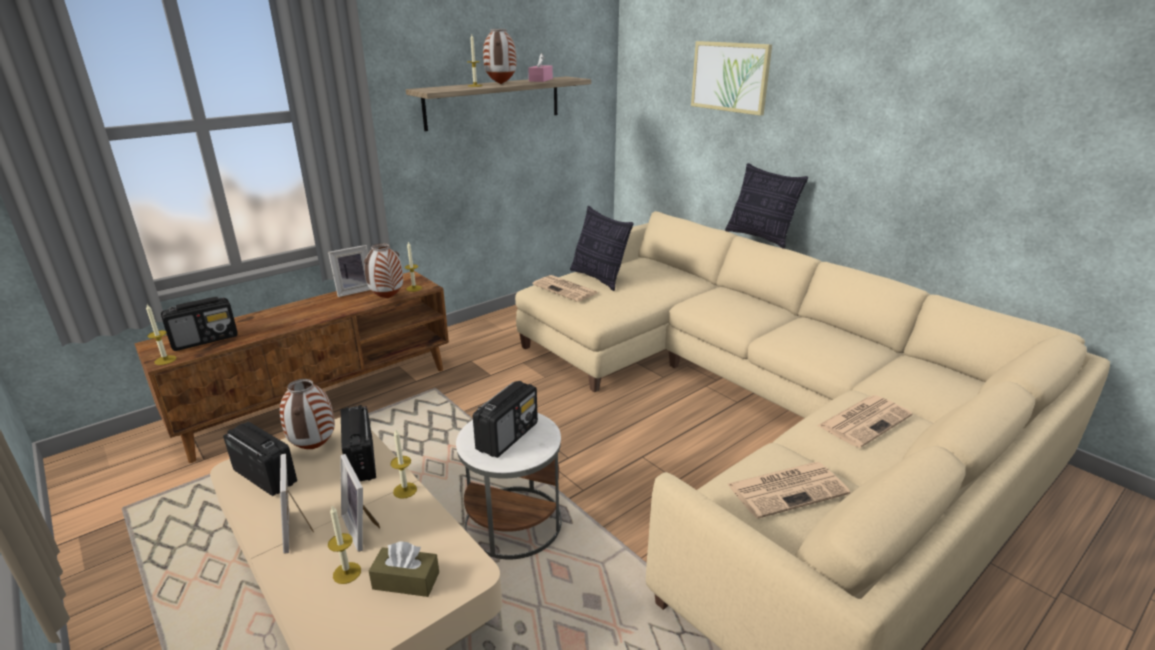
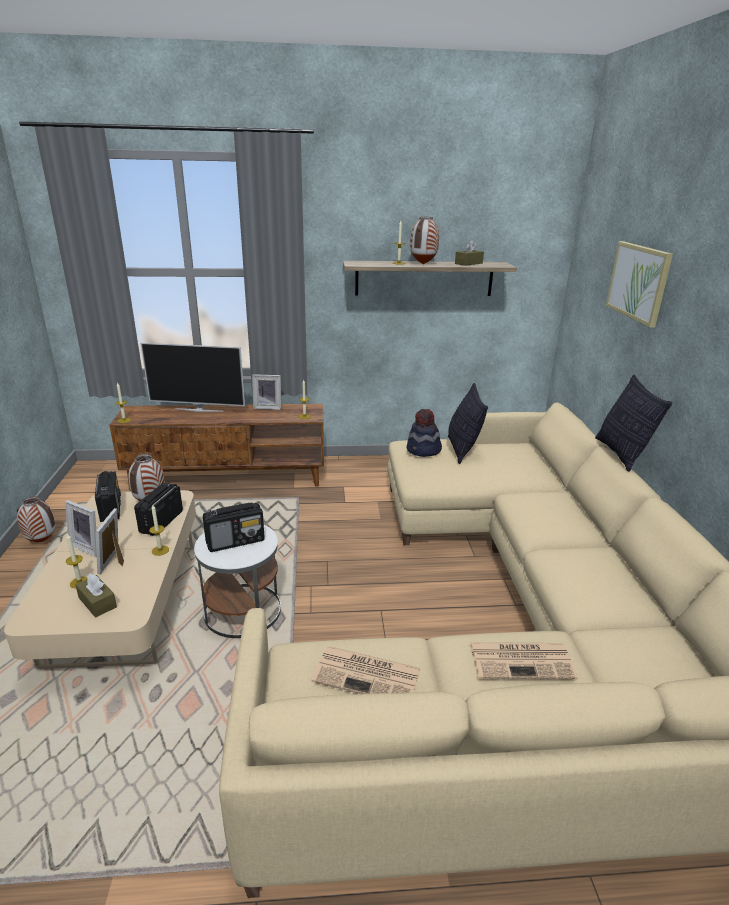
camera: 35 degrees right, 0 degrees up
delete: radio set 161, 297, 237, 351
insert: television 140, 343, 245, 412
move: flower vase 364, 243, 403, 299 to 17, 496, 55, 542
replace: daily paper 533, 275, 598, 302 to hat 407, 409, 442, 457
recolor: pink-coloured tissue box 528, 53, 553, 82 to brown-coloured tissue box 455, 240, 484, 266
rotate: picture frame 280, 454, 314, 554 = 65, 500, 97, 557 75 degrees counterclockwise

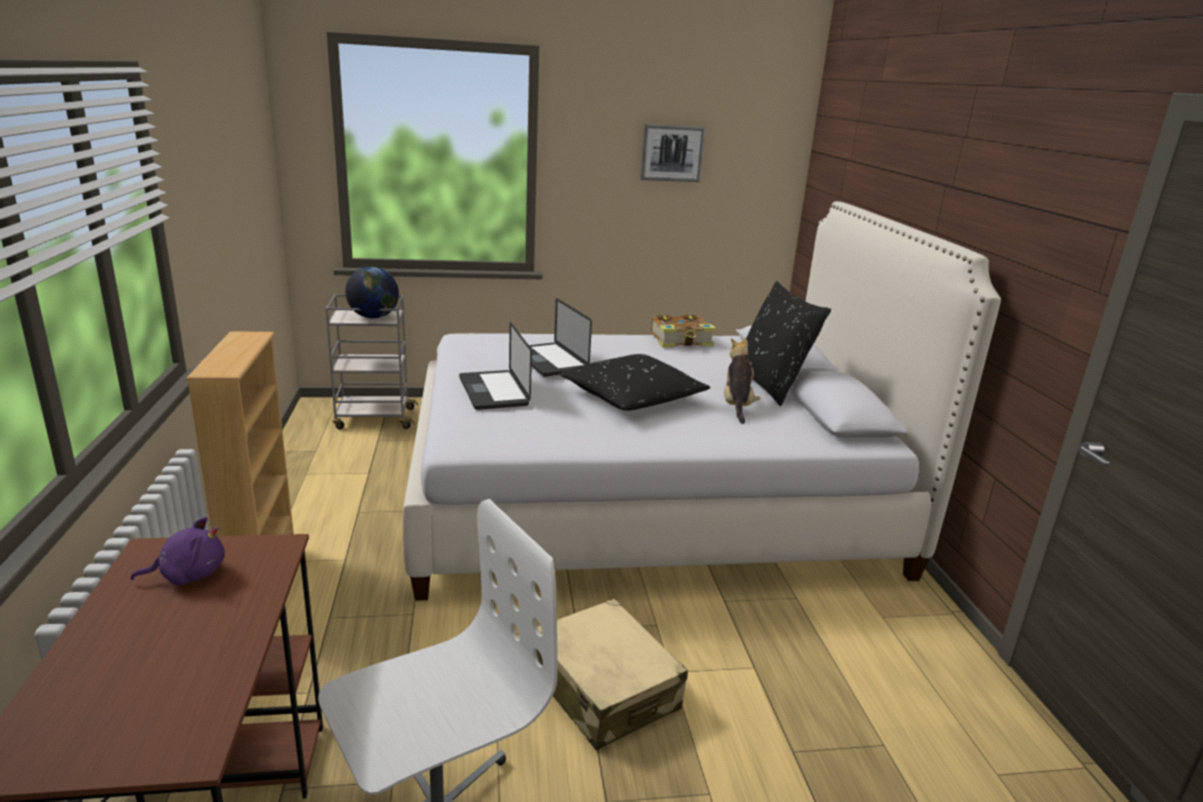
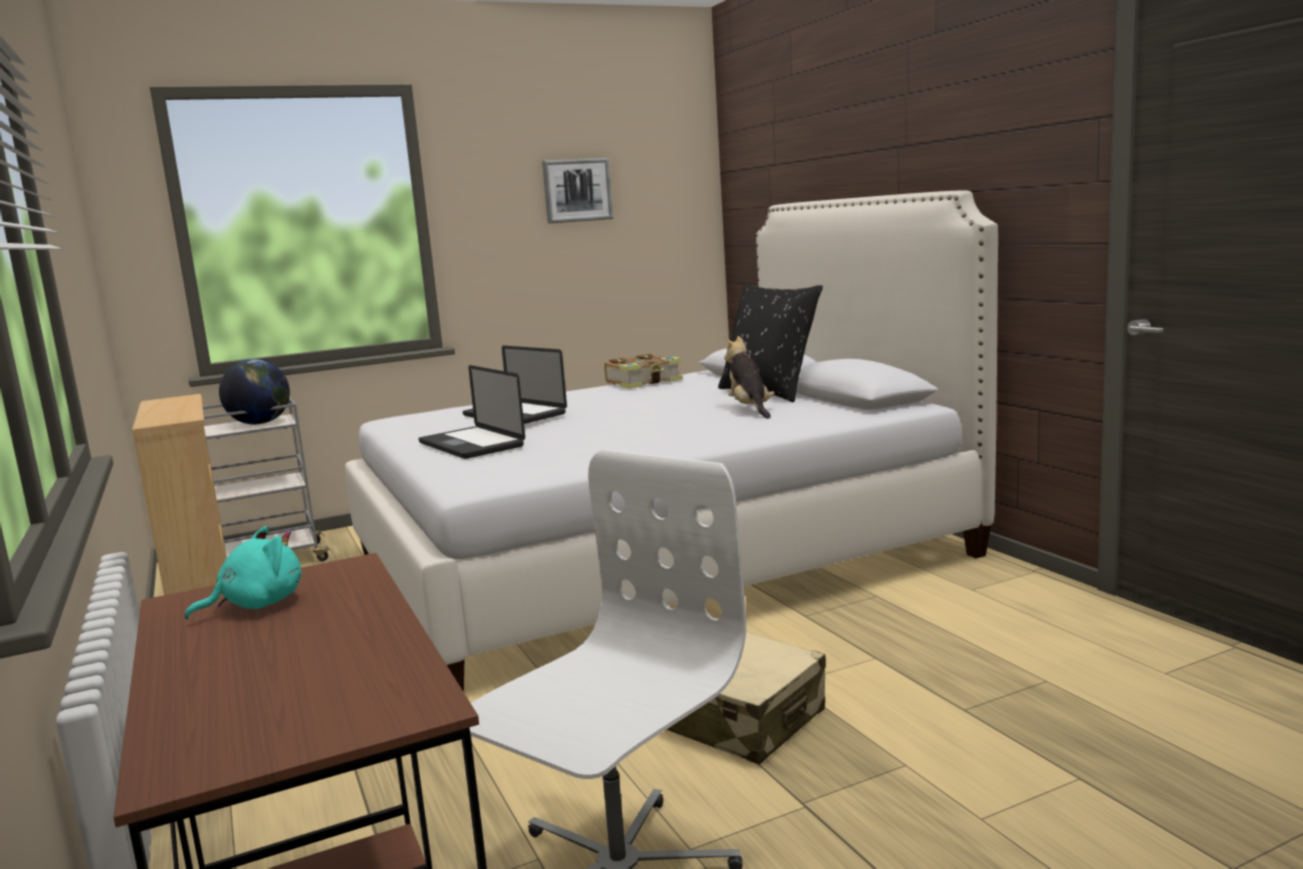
camera: 15 degrees left, 10 degrees down
delete: black cushion 559, 354, 710, 411
recolor: purple-coloured plush toy 131, 517, 225, 585 to turquoise plush toy 185, 526, 301, 619

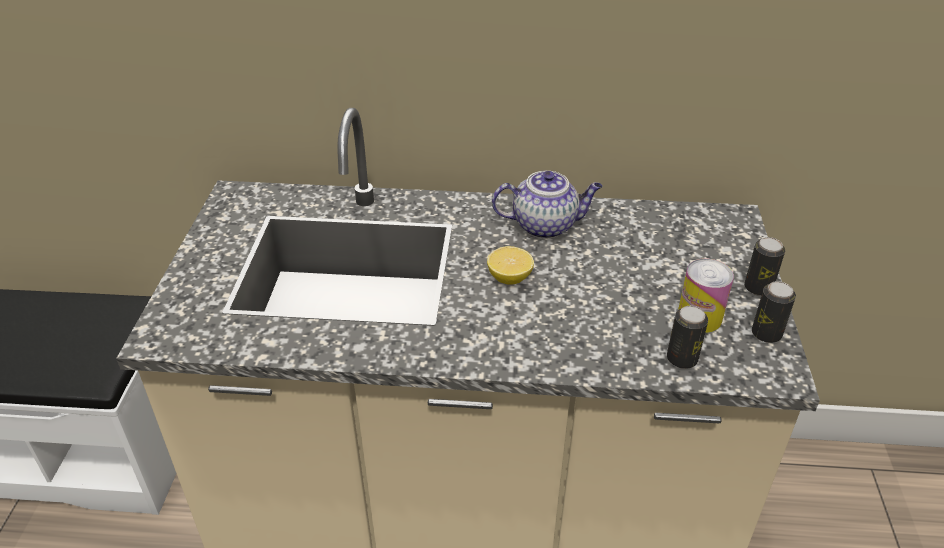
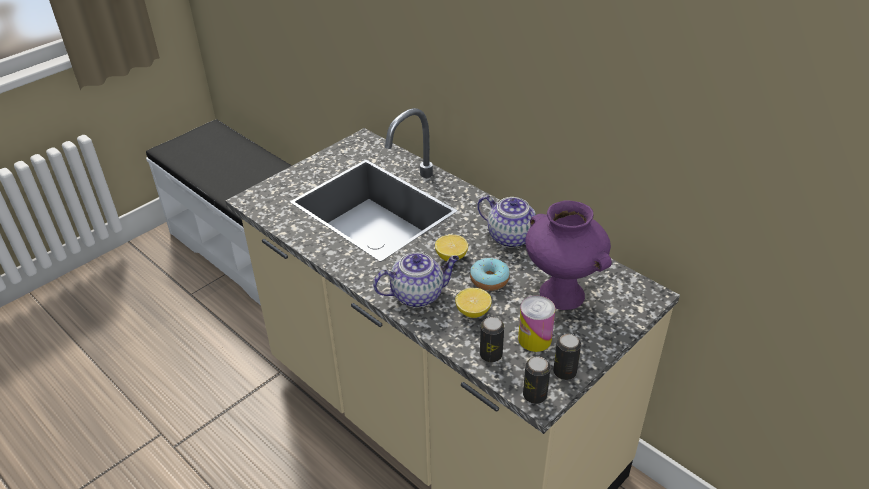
camera: 40 degrees right, 0 degrees up
insert: tea pot 373, 252, 459, 308; whole lemon 455, 288, 492, 318; doughnut 470, 258, 510, 291; purple-coloured flower vase 525, 201, 612, 310
move: metal can 744, 237, 785, 296 to 523, 356, 551, 404

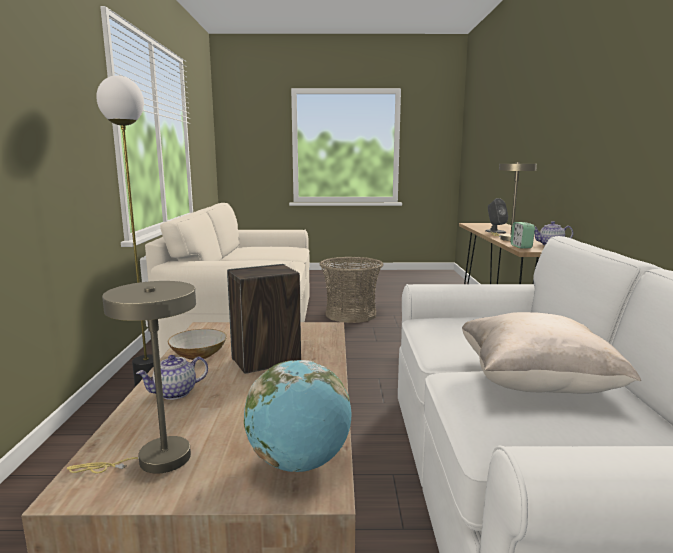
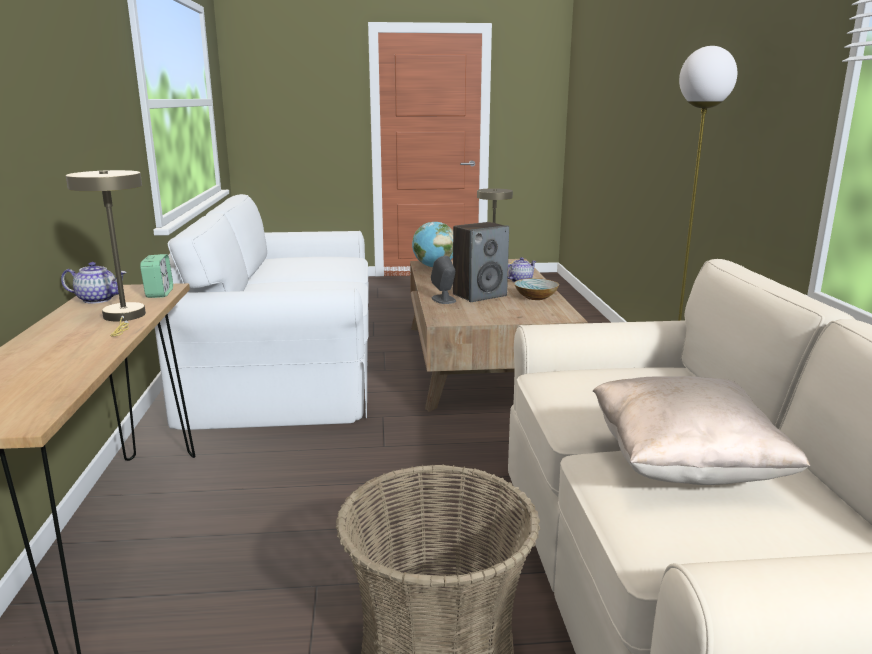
camera: 175 degrees right, 5 degrees up
move: beige cushion 462, 312, 641, 394 to 593, 376, 810, 485; grey speaker 486, 198, 508, 234 to 431, 256, 456, 304

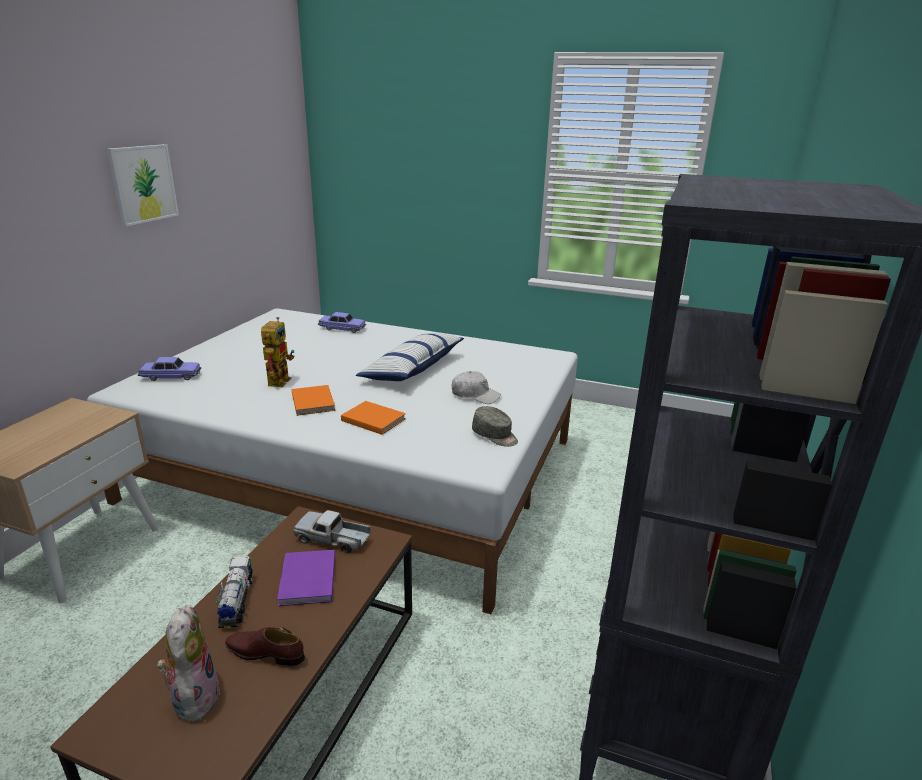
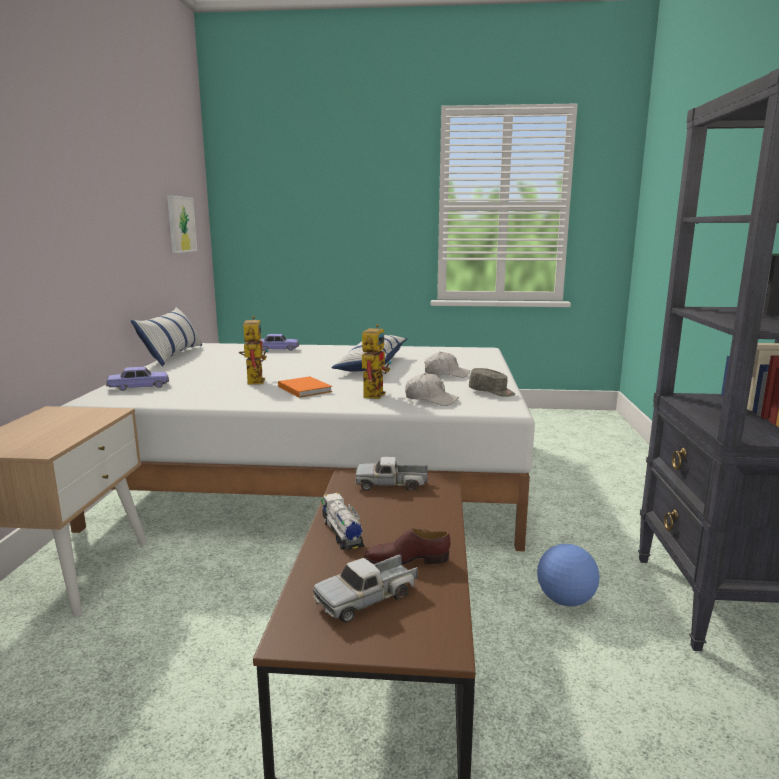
camera: 15 degrees left, 10 degrees down
delete: purple-coloured bound book 277, 550, 335, 606
insert: cushion 131, 307, 202, 367; white-coloured cap 405, 373, 459, 406; ball for football 537, 544, 600, 606
move: wall picture 107, 144, 179, 226 to 167, 195, 197, 253
replace: plush toy 157, 605, 220, 722 to model truck 313, 554, 418, 623; orange-coloured bound book 341, 401, 406, 435 to robot figure 361, 324, 391, 399

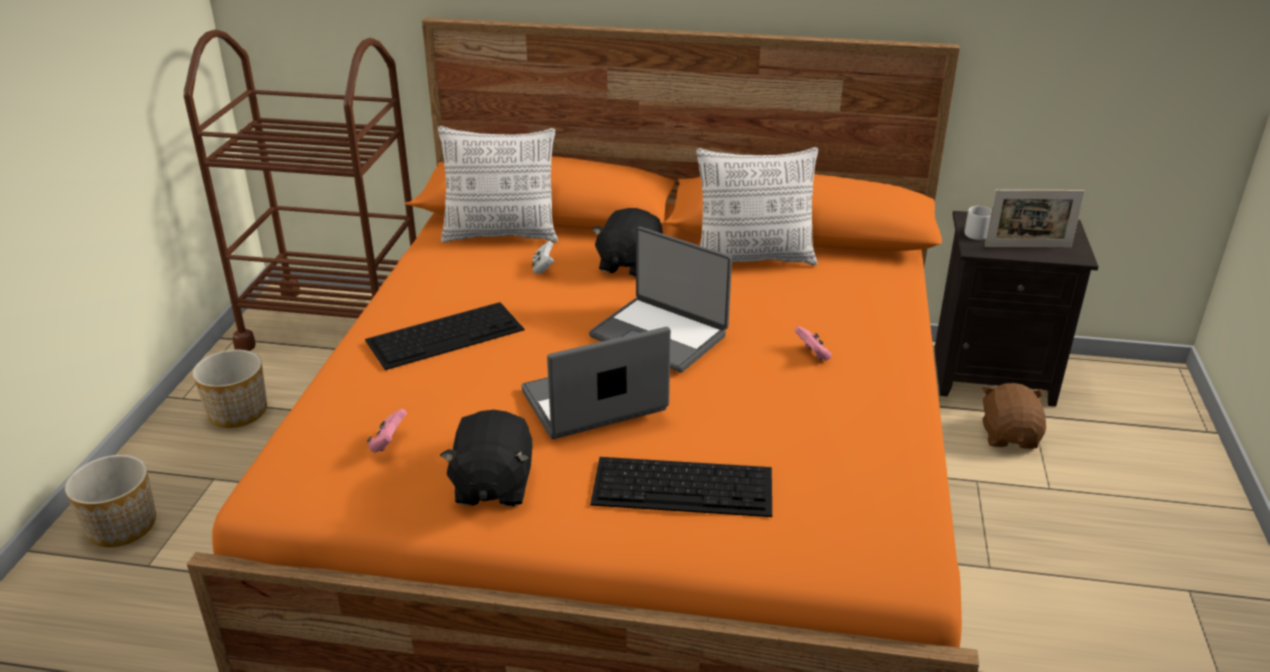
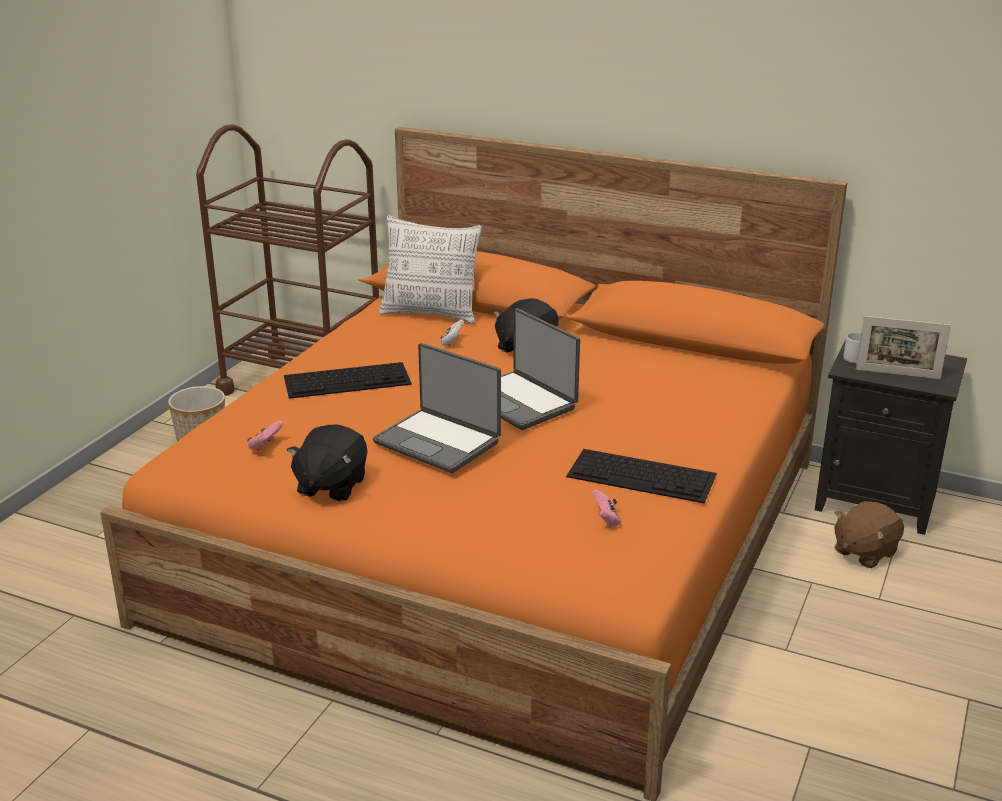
camera: 15 degrees right, 5 degrees down
delete: plant pot 65, 455, 156, 547; cushion 696, 147, 818, 265
move: PC keyboard 590, 457, 772, 517 to 566, 449, 717, 503; pink-coloured joypad 794, 326, 832, 361 to 592, 489, 621, 527
rotate: portable computer 522, 327, 671, 439 = 373, 343, 501, 473 135 degrees counterclockwise; brown-coloured plush toy 982, 383, 1046, 449 = 834, 501, 904, 568 150 degrees counterclockwise

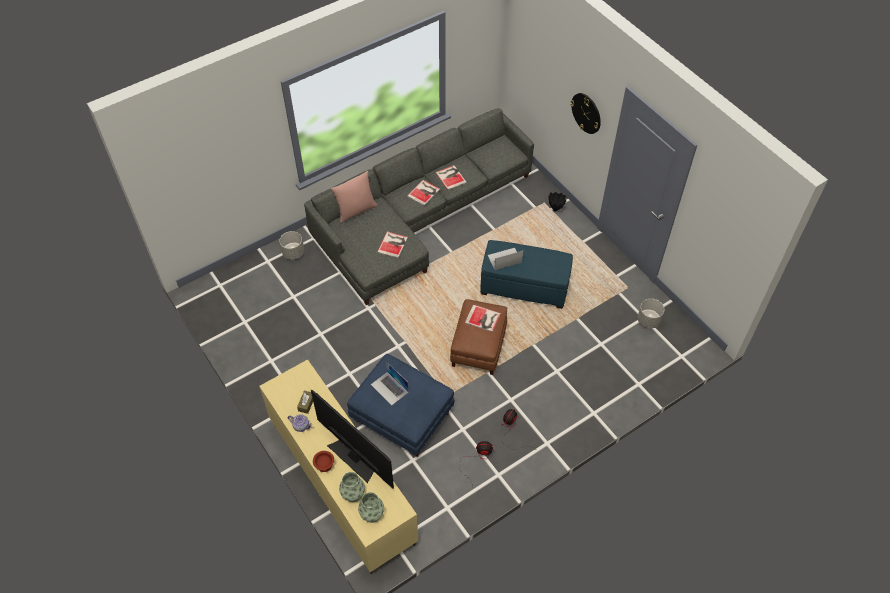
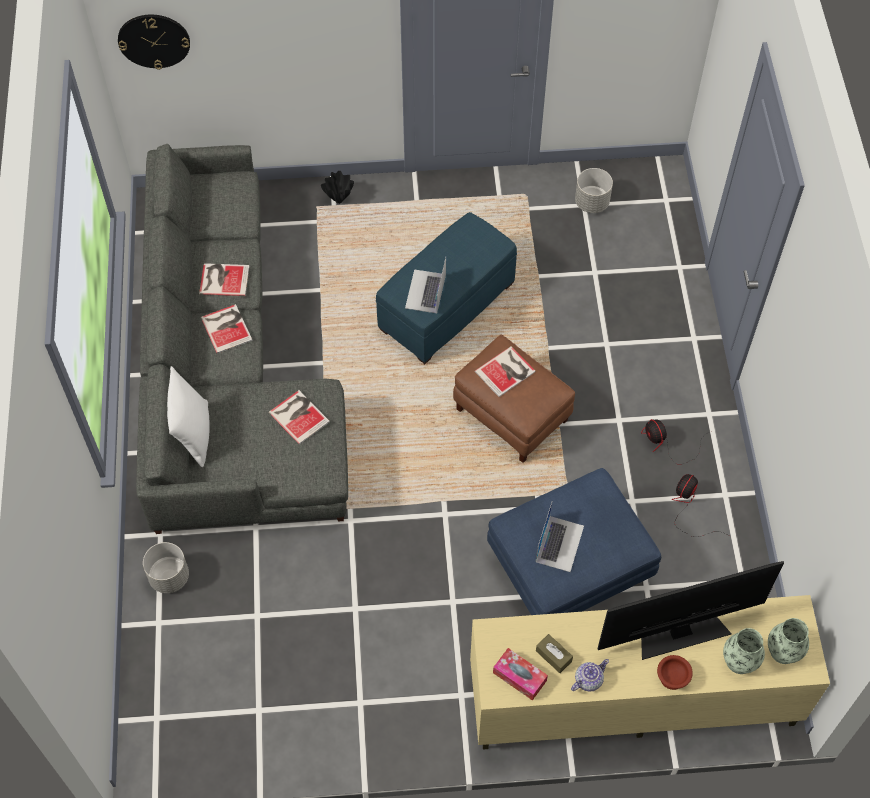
camera: 60 degrees left, 5 degrees up
insert: tissue box 493, 648, 548, 701
move: clock on the wall 570, 93, 601, 134 to 118, 15, 190, 70
recolor: pink-coloured cushion 331, 171, 378, 223 to white-coloured cushion 167, 366, 210, 467
rotate: portable computer 371, 361, 409, 405 = 536, 502, 584, 572 60 degrees counterclockwise

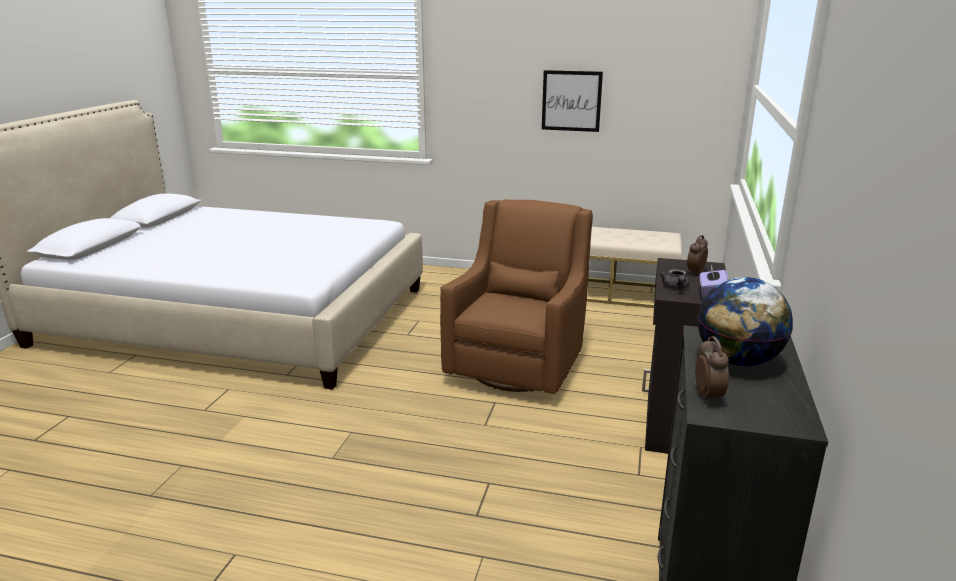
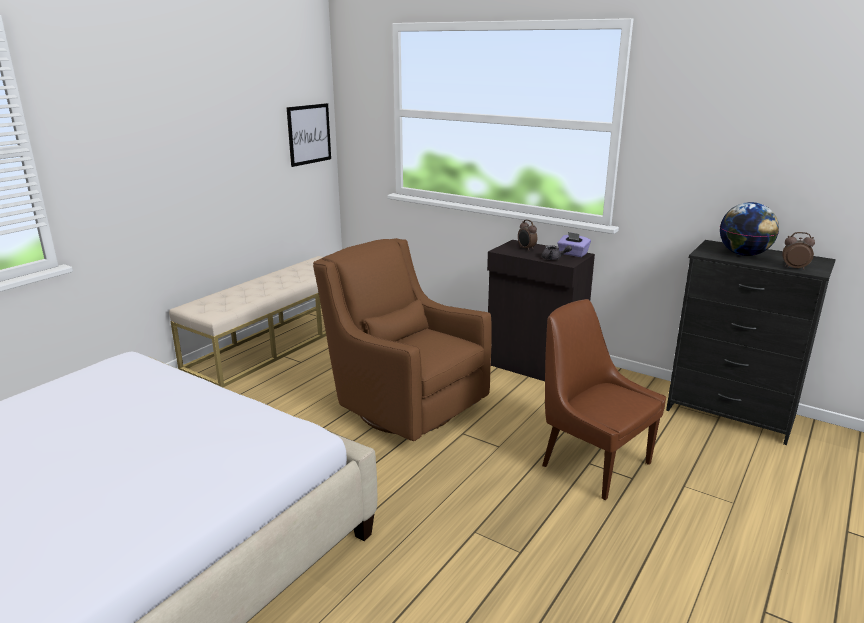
camera: 70 degrees left, 0 degrees up
insert: brown-coloured plain chair 542, 299, 666, 500
move: wall picture 542, 70, 603, 132 to 287, 103, 331, 167

